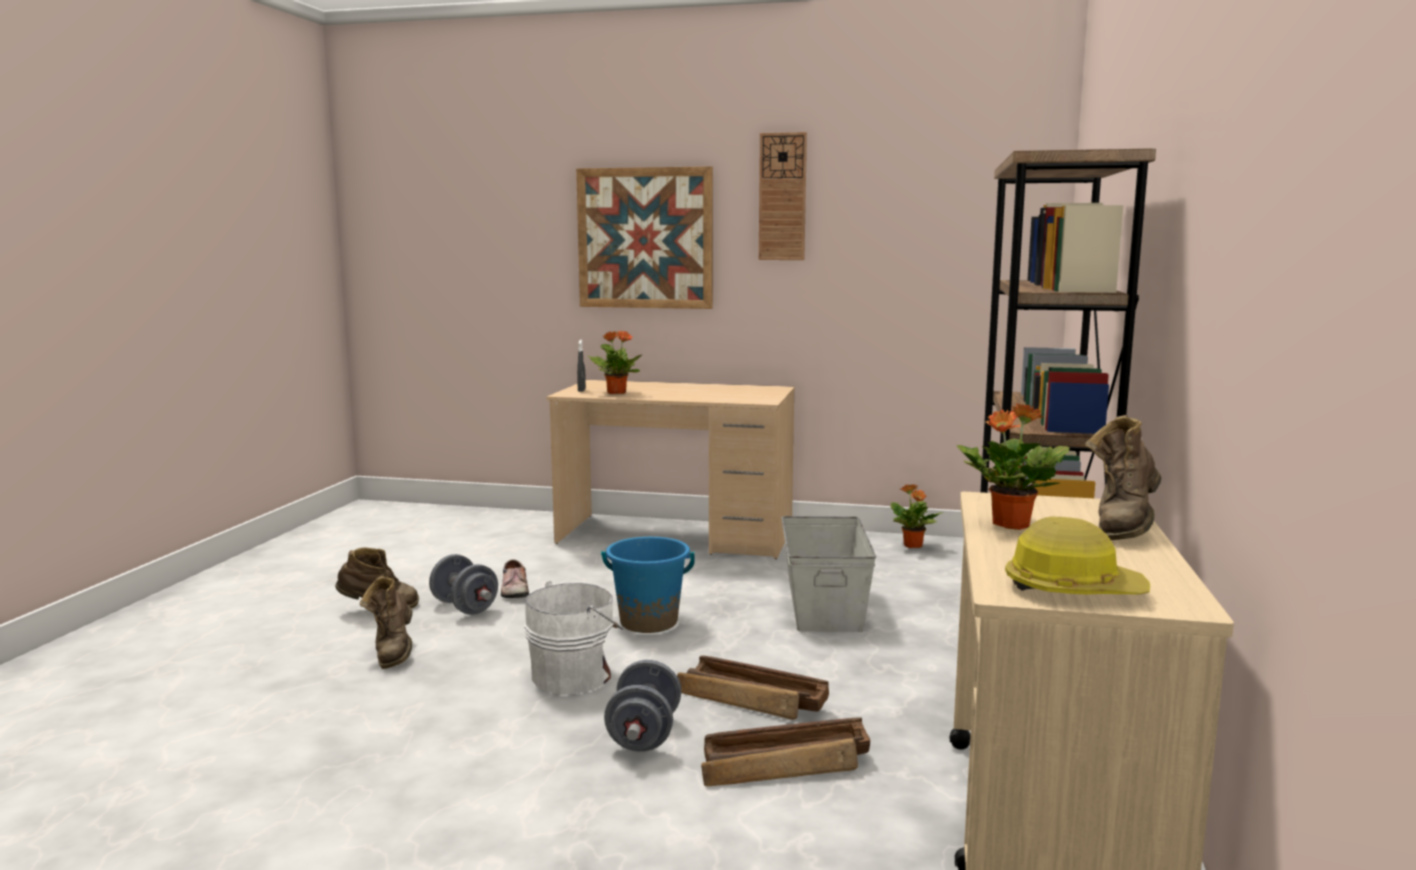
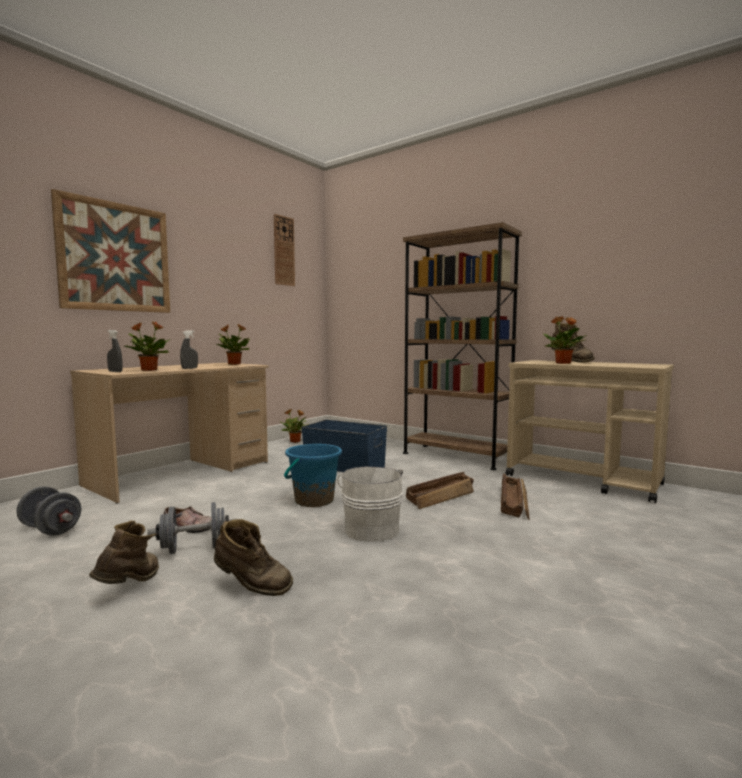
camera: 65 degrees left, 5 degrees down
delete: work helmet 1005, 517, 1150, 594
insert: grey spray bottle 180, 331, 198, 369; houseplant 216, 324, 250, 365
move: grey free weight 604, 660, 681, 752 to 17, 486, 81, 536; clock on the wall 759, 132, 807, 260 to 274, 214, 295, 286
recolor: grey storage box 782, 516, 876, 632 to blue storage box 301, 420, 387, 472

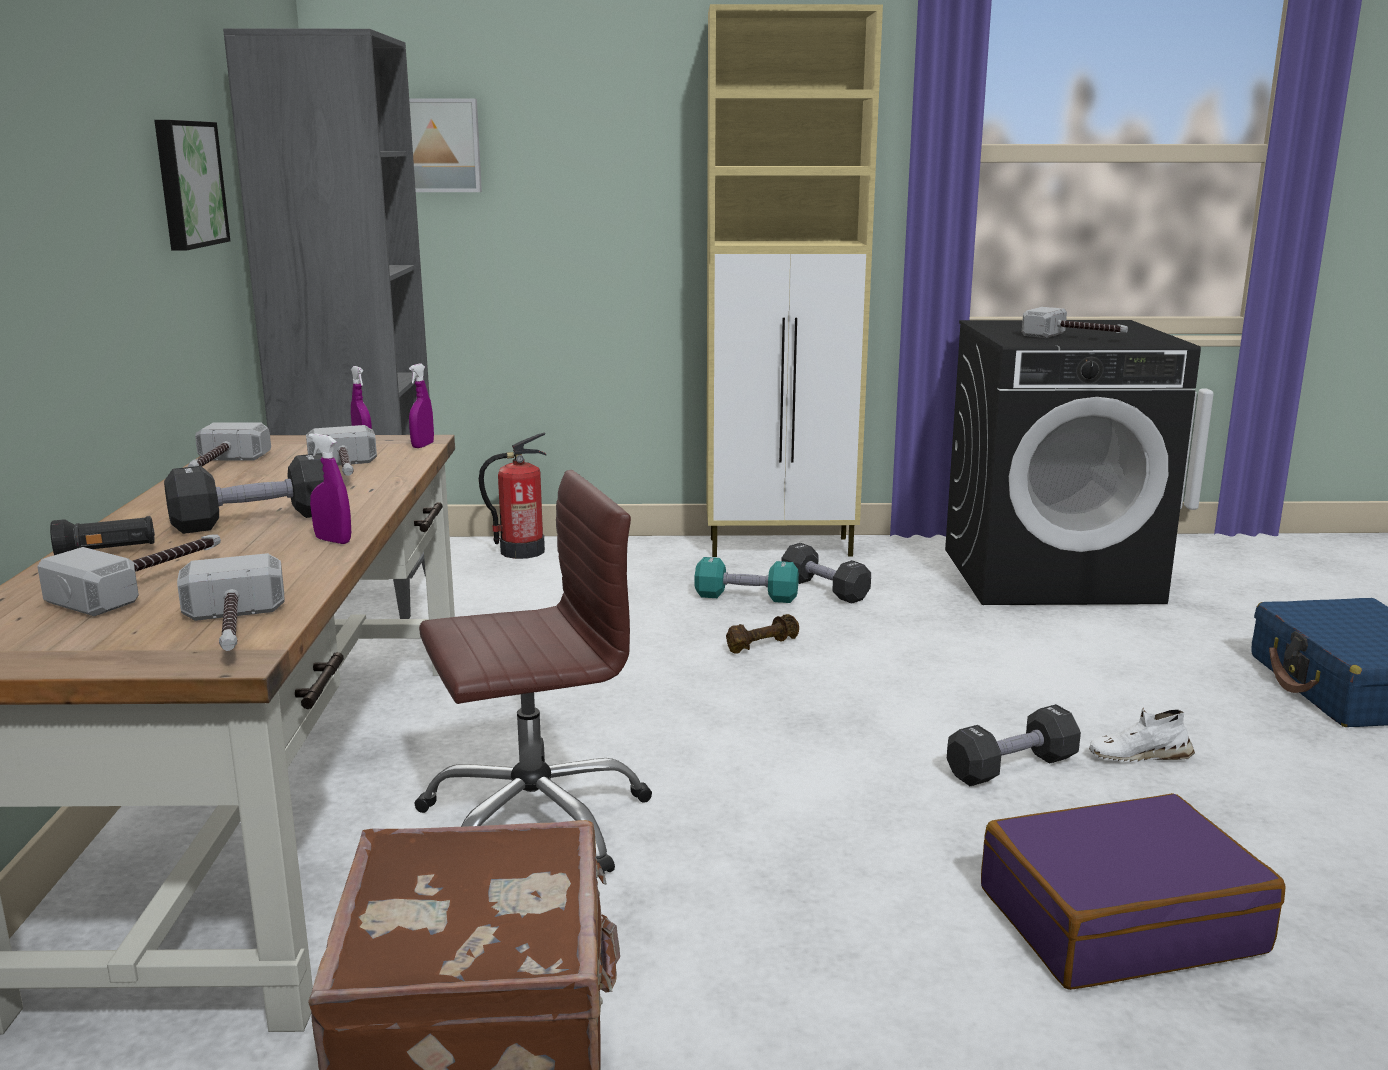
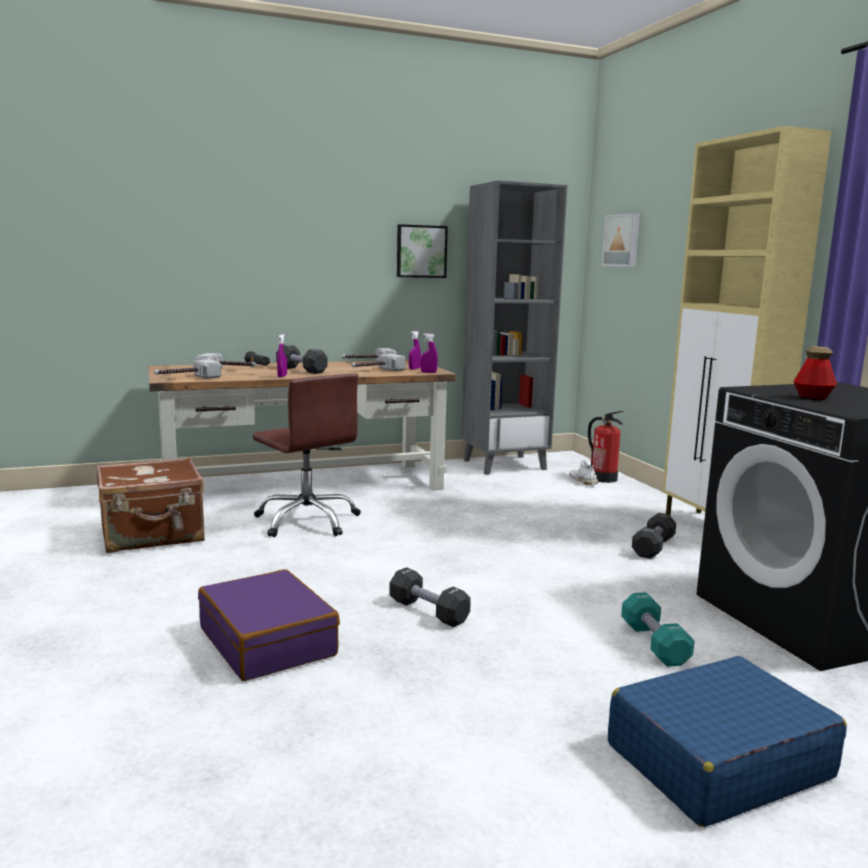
camera: 70 degrees right, 5 degrees down
delete: brown-coloured free weight 726, 614, 799, 654
move: turquoise free weight 695, 557, 799, 603 to 621, 593, 695, 667; white-coloured shoe 1089, 708, 1195, 762 to 569, 460, 598, 485
replace: hammer 1022, 307, 1128, 338 to bottle 793, 347, 837, 400

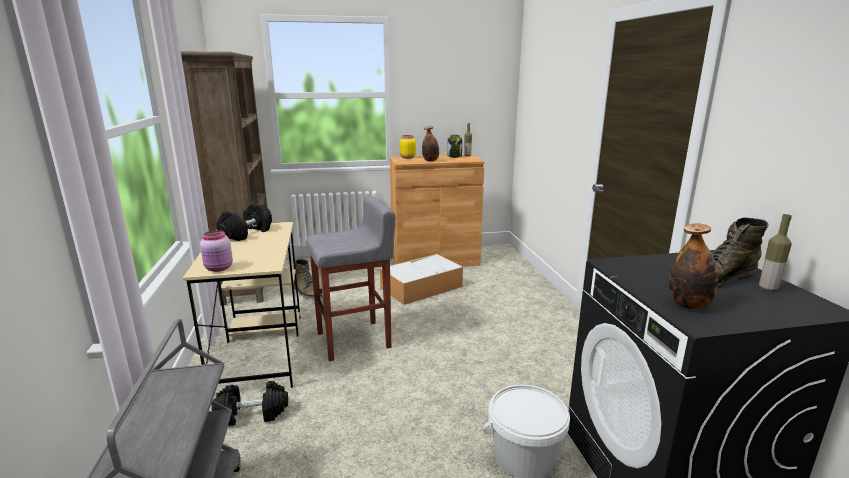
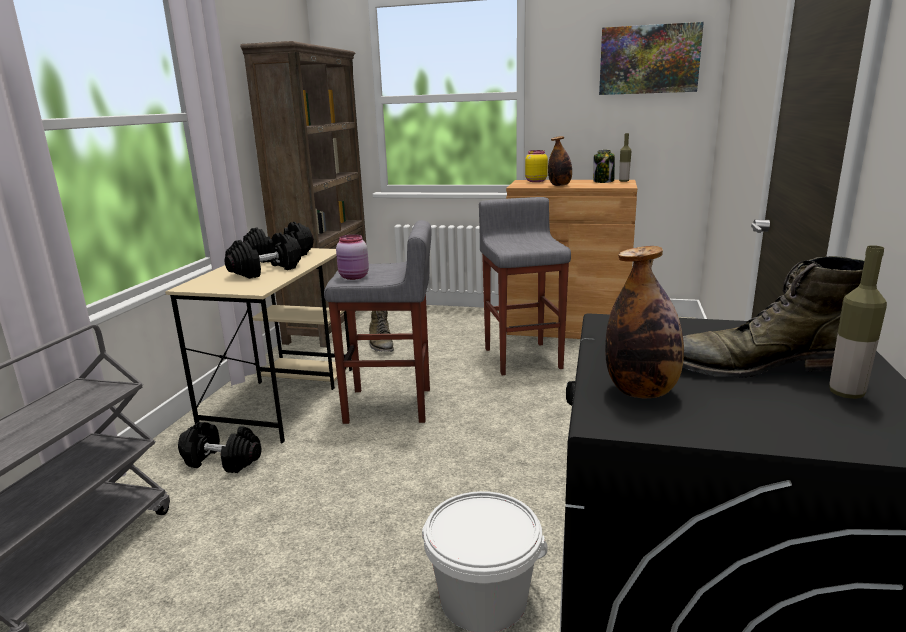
camera: 25 degrees right, 0 degrees up
insert: black free weight 225, 233, 302, 279; wall picture 599, 22, 704, 95
move: pink-coloured jar 200, 230, 233, 272 to 336, 234, 369, 280
replace: storage box 380, 254, 463, 305 to grey stool seat 479, 197, 571, 375

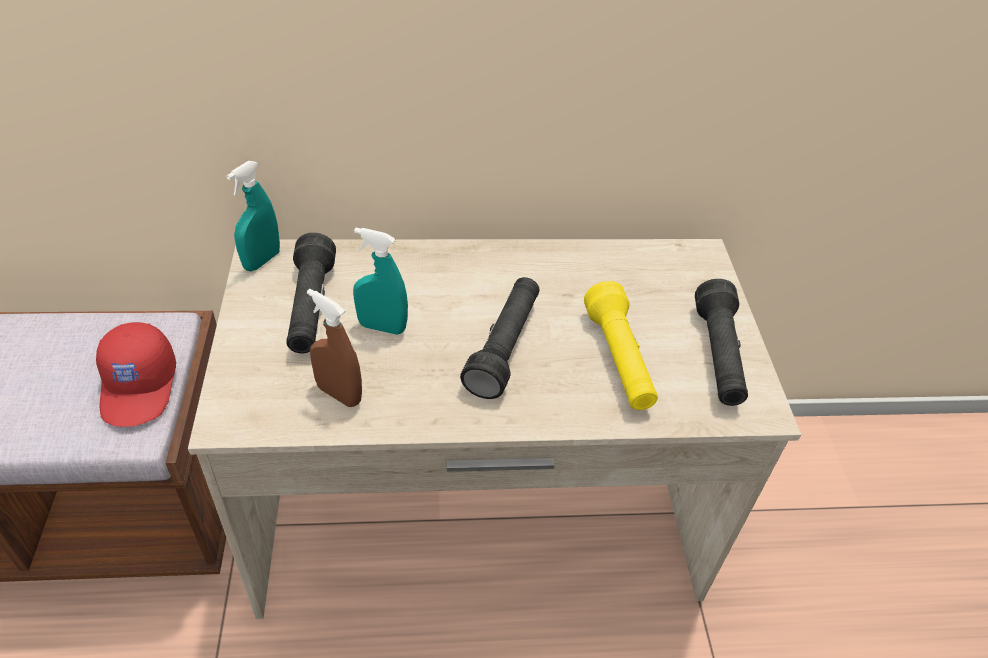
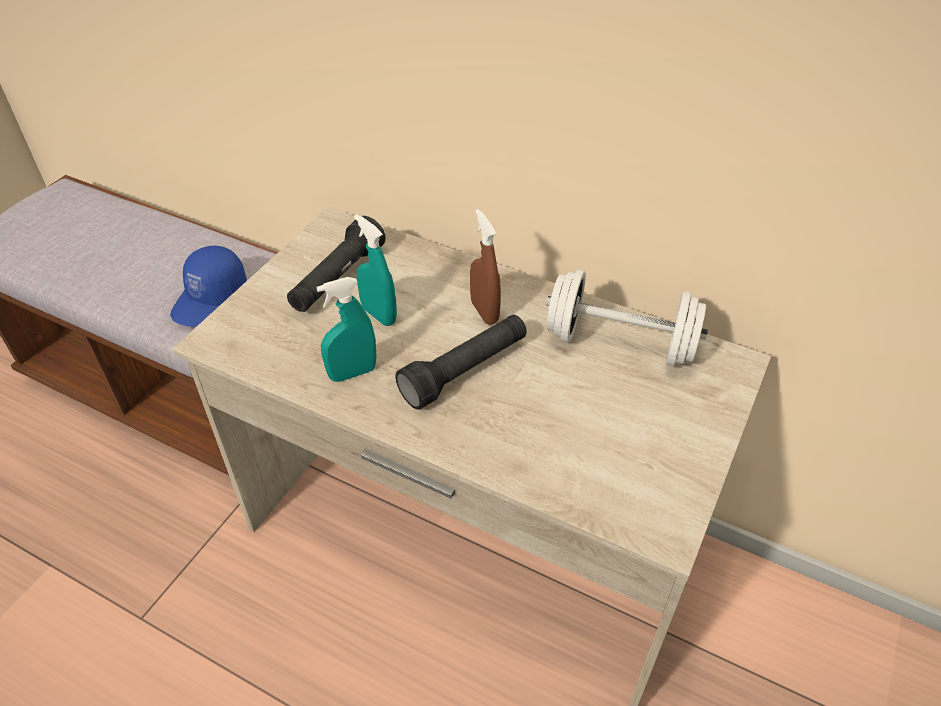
camera: 35 degrees right, 0 degrees up
delete: yellowish flashlight 584, 281, 658, 410; black flashlight 695, 279, 748, 406
insert: white-coloured free weight 546, 270, 708, 366
move: turquoise spray bottle 226, 161, 280, 271 to 316, 277, 377, 382; brown-coloured spray bottle 307, 289, 362, 407 to 470, 209, 501, 325
recolor: red cap 96, 322, 176, 427 to blue cap 170, 245, 247, 327

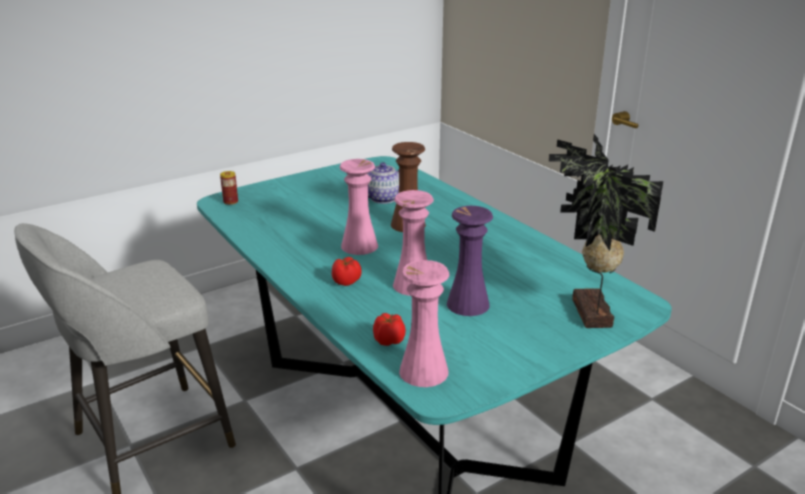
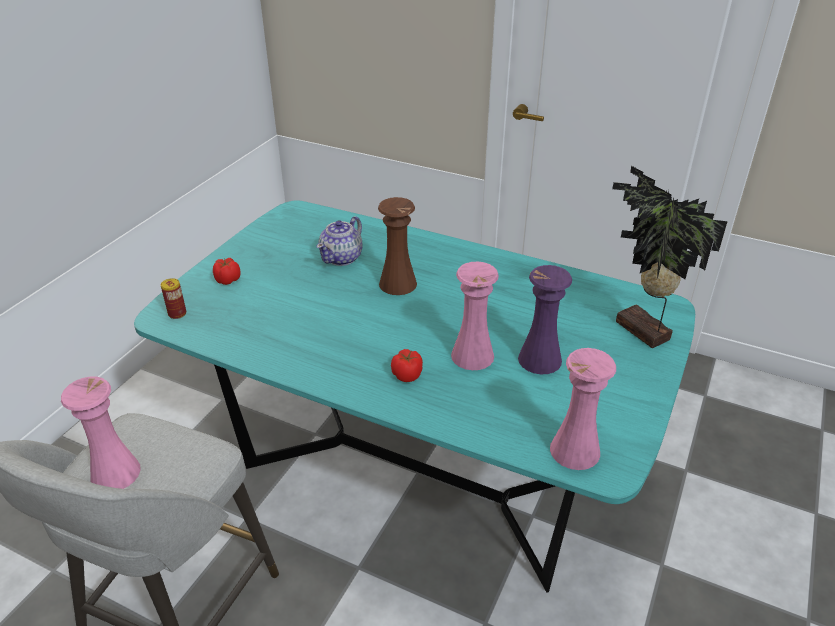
camera: 30 degrees left, 10 degrees up
move: pink-coloured flower vase 340, 159, 378, 255 to 61, 377, 141, 489; tomato 373, 313, 406, 346 to 213, 258, 241, 285

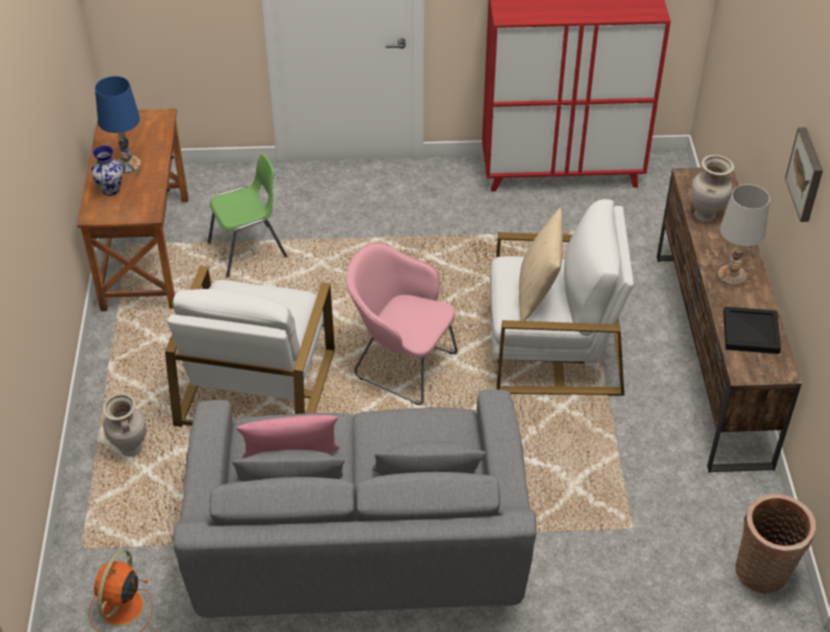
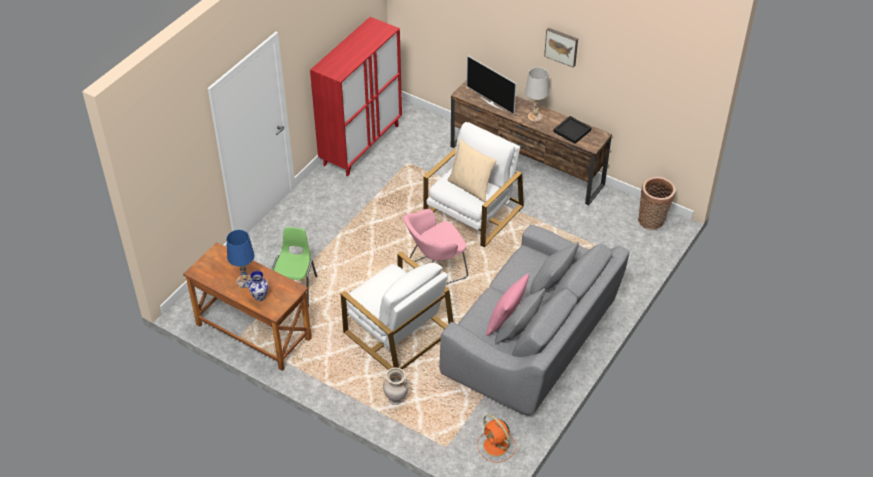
camera: 55 degrees left, 0 degrees up
replace: beige flower vase 691, 155, 734, 222 to television 466, 55, 516, 114

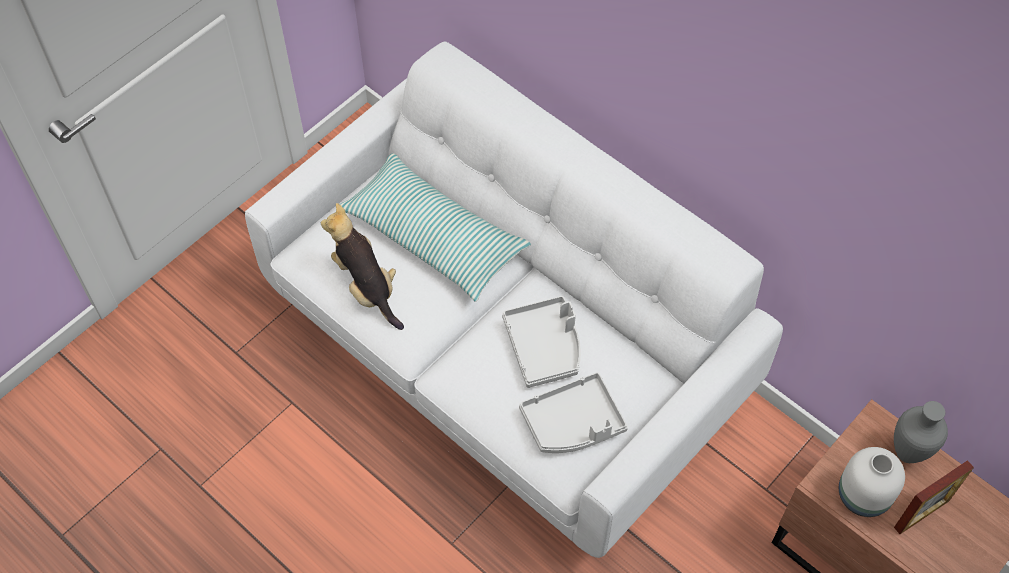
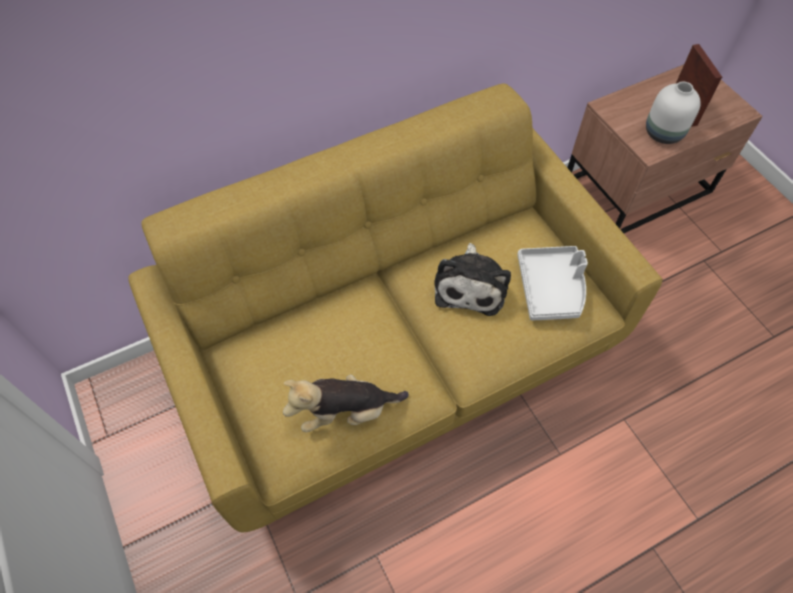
camera: 70 degrees left, 0 degrees up
delete: cushion 340, 153, 531, 302; grey flower vase 894, 401, 948, 463
replace: grey serving tray 502, 296, 581, 388 to plush toy 434, 243, 511, 316
recolor: white-coloured sofa 245, 42, 783, 558 to yellowish sofa 128, 83, 663, 532

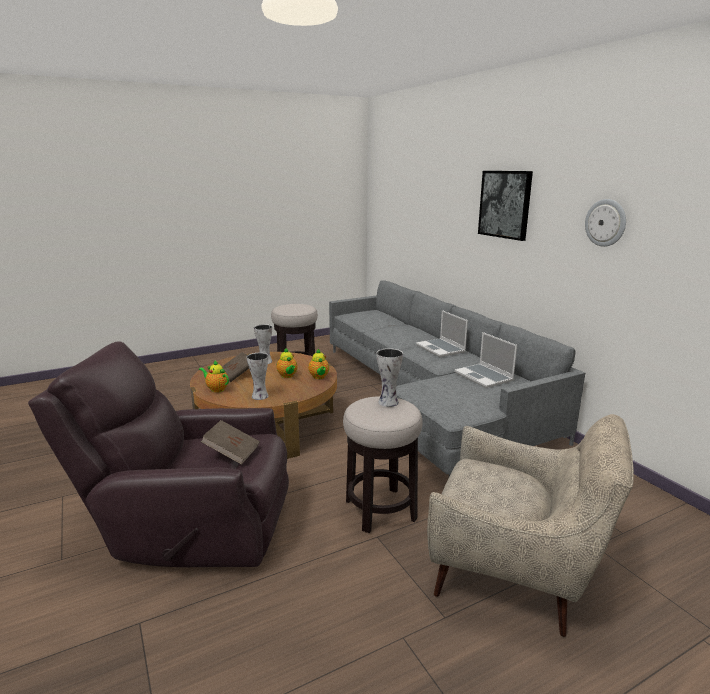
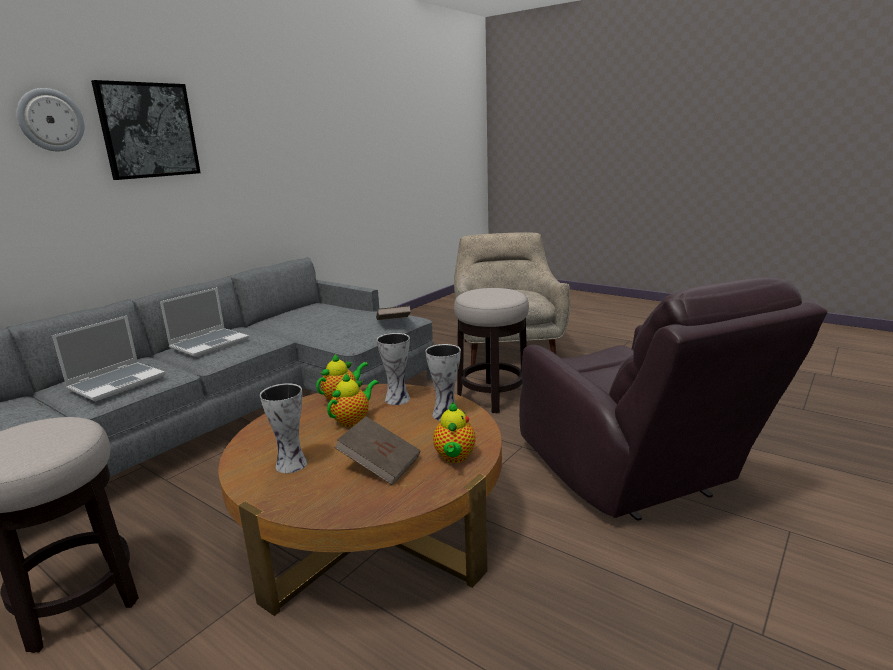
camera: 115 degrees left, 0 degrees up
move: brown-coloured bound book 201, 420, 260, 465 to 376, 306, 411, 320; flower vase 376, 348, 403, 407 to 377, 333, 410, 405; portable computer 454, 332, 517, 388 to 52, 315, 165, 401; clock on the wall 585, 199, 626, 247 to 17, 88, 85, 152

